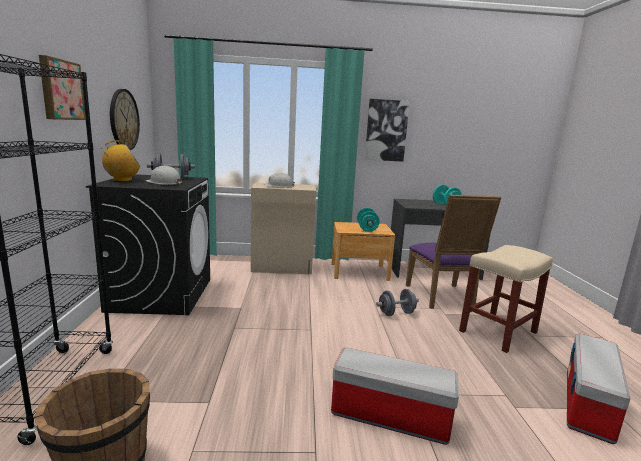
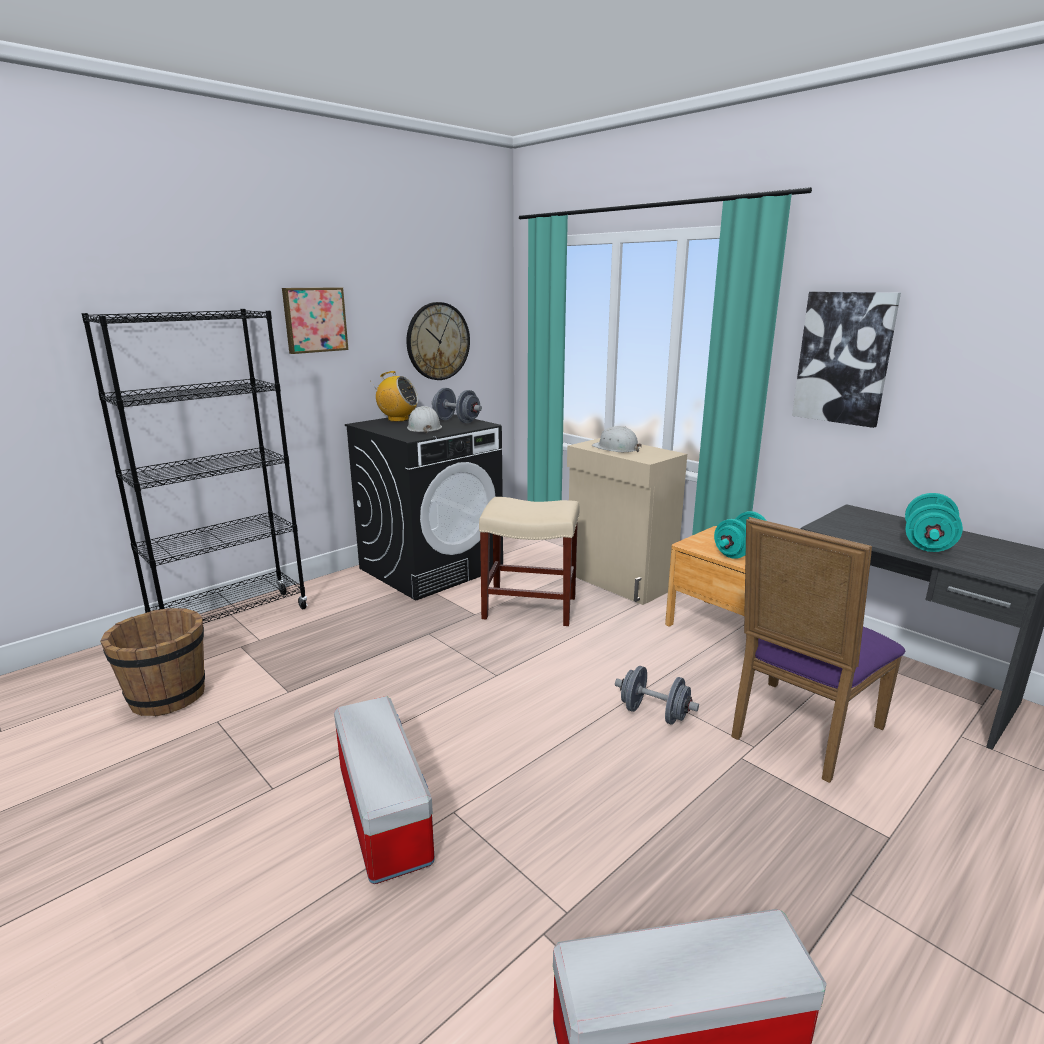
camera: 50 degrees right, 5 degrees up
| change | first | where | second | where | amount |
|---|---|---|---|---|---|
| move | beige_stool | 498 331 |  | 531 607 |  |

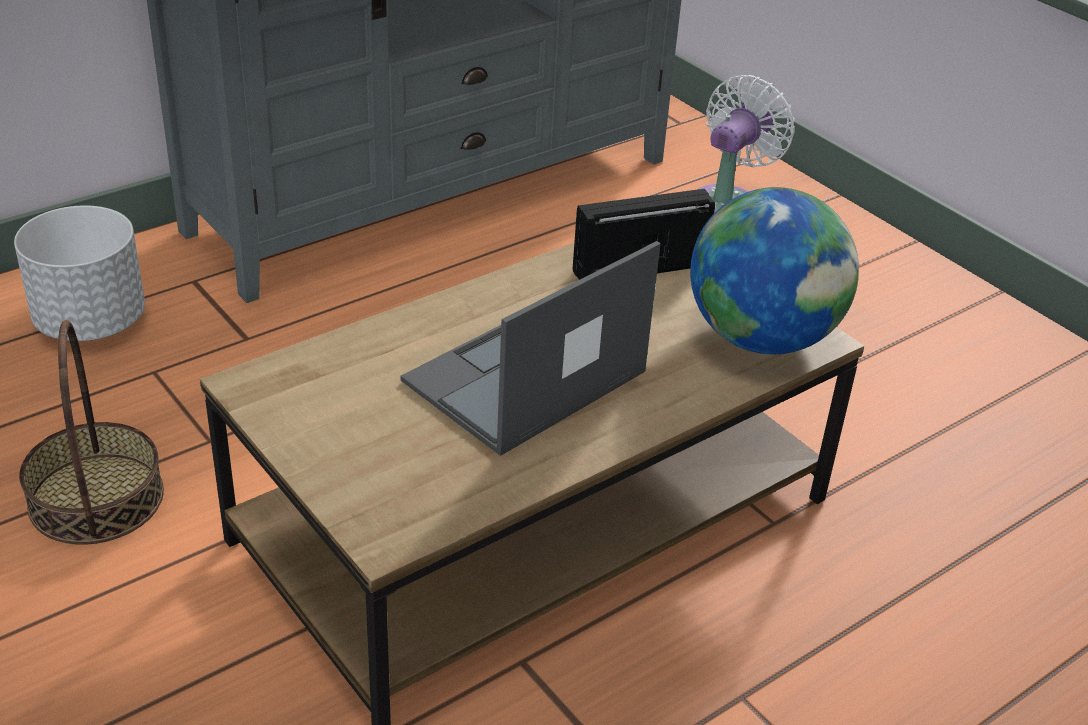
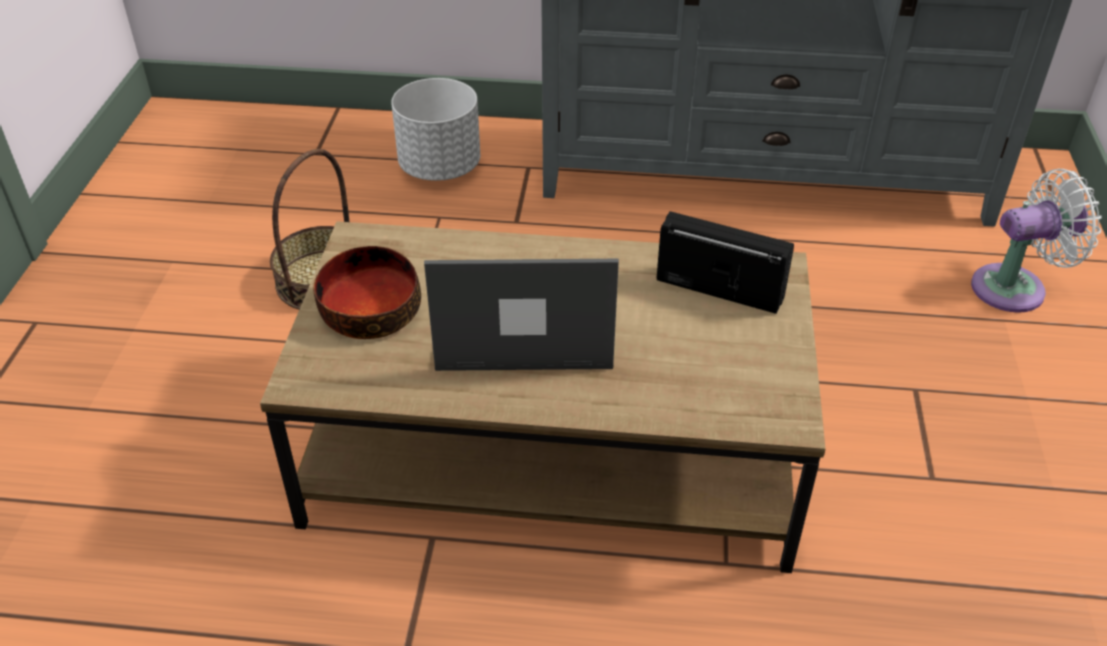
camera: 45 degrees right, 5 degrees up
| change | first | where | second | where | amount |
|---|---|---|---|---|---|
| insert |  |  | bowl | 369 310 |  |
| delete | globe | 761 338 |  |  |  |

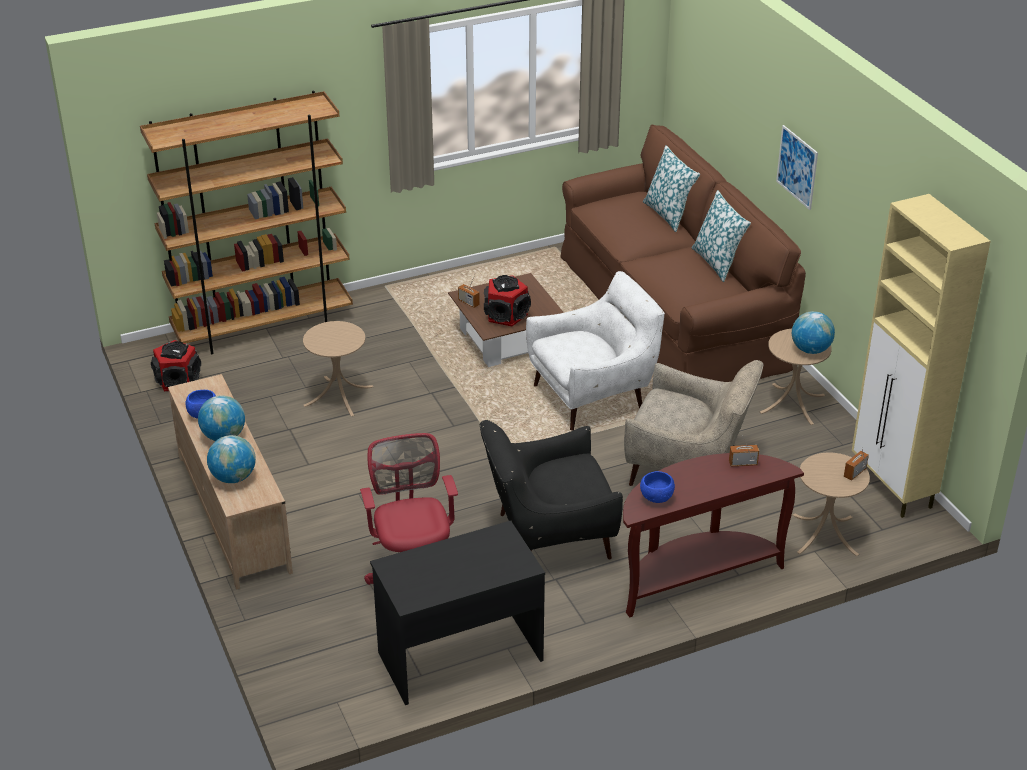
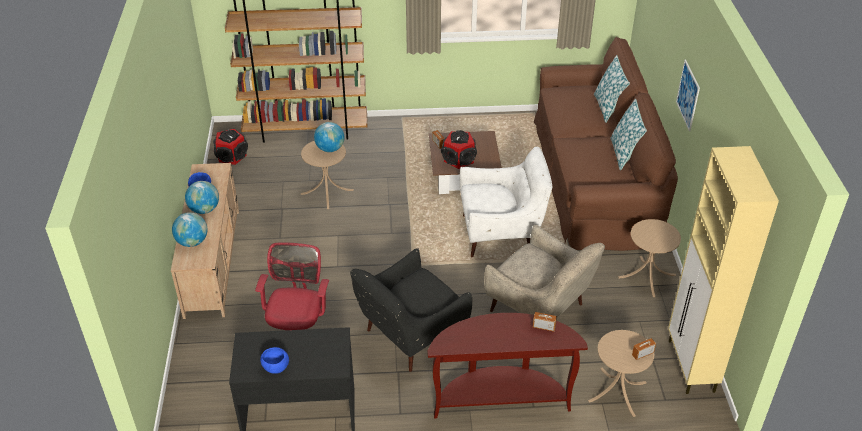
camera: 20 degrees right, 5 degrees up
| change | first | where | second | where | amount |
|---|---|---|---|---|---|
| move | blue_bowl | 657 498 |  | 276 368 |  |
| move | globe | 810 349 |  | 330 149 |  |
| rotate | black_armchair | 547 537 |  | 410 337 | 45 degrees counterclockwise |

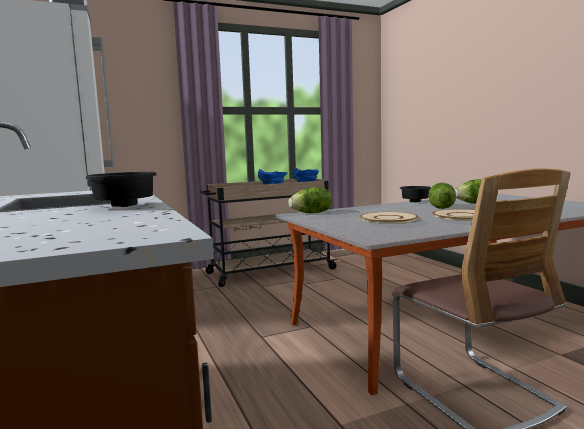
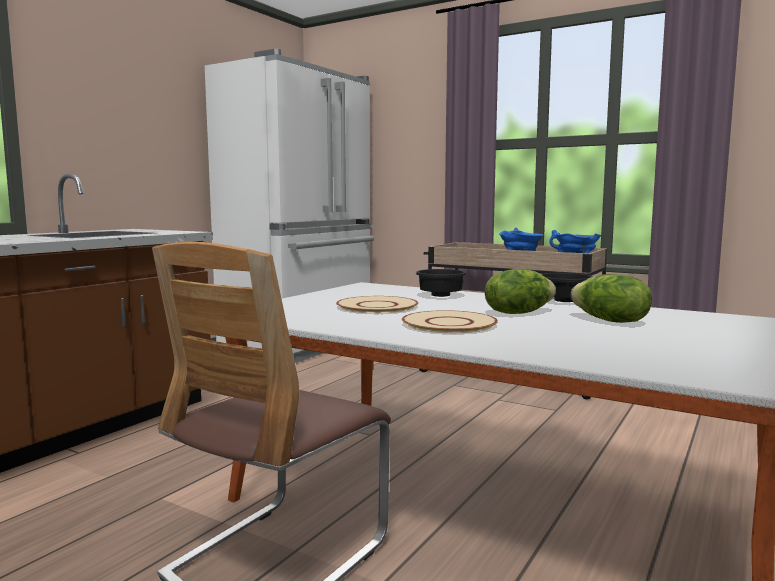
camera: 55 degrees right, 0 degrees up
| change | first | where | second | where | amount |
|---|---|---|---|---|---|
| move | black_bowl | 122 206 |  | 439 296 |  |
| delete | lettuce | 312 213 |  |  |  |

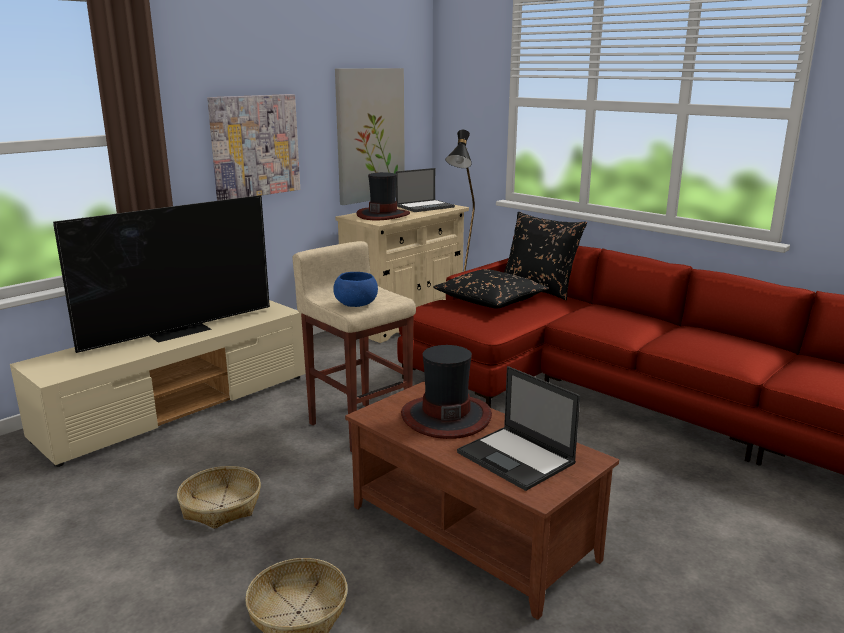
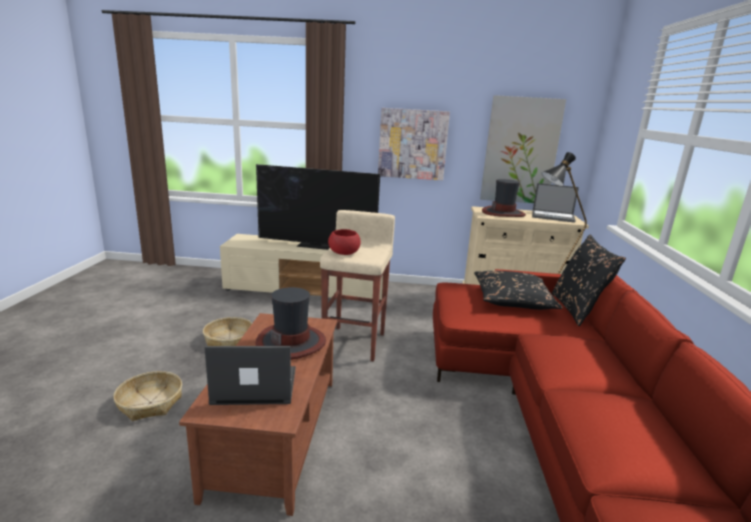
camera: 50 degrees right, 0 degrees up
| change | first | where | second | where | amount |
|---|---|---|---|---|---|
| rotate | laptop | 517 458 |  | 253 386 | 75 degrees clockwise |
| recolor | blue_bowl | 356 305 | red_bowl | 344 253 |  |

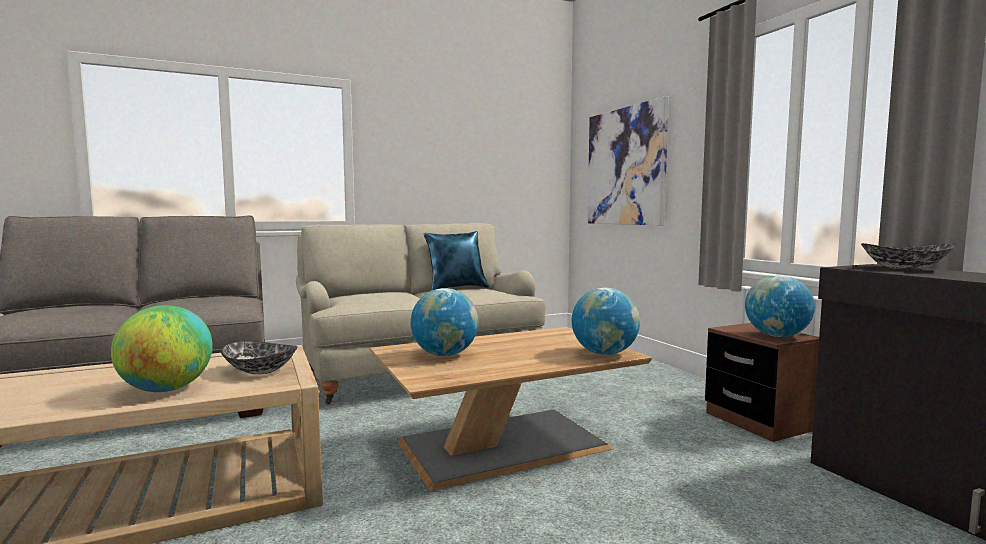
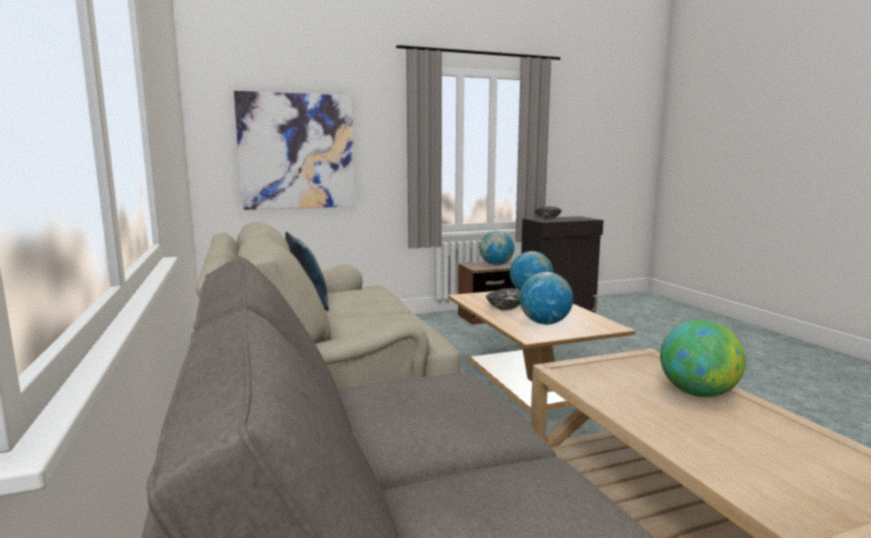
camera: 85 degrees left, 5 degrees up
| change | first | where | second | where | amount |
|---|---|---|---|---|---|
| move | bowl | 261 370 |  | 505 308 |  |

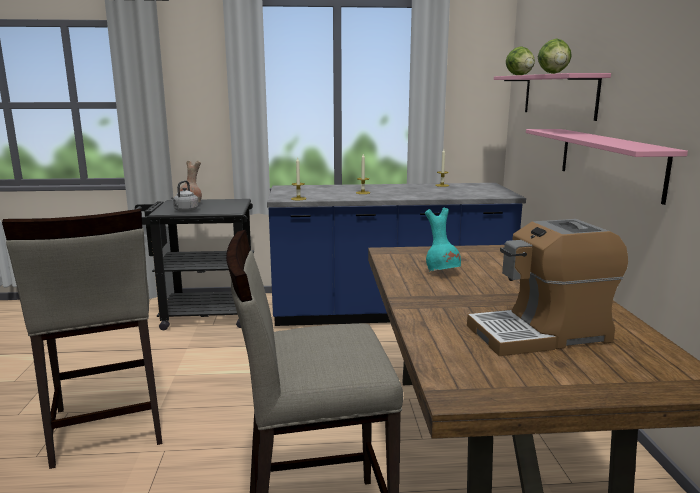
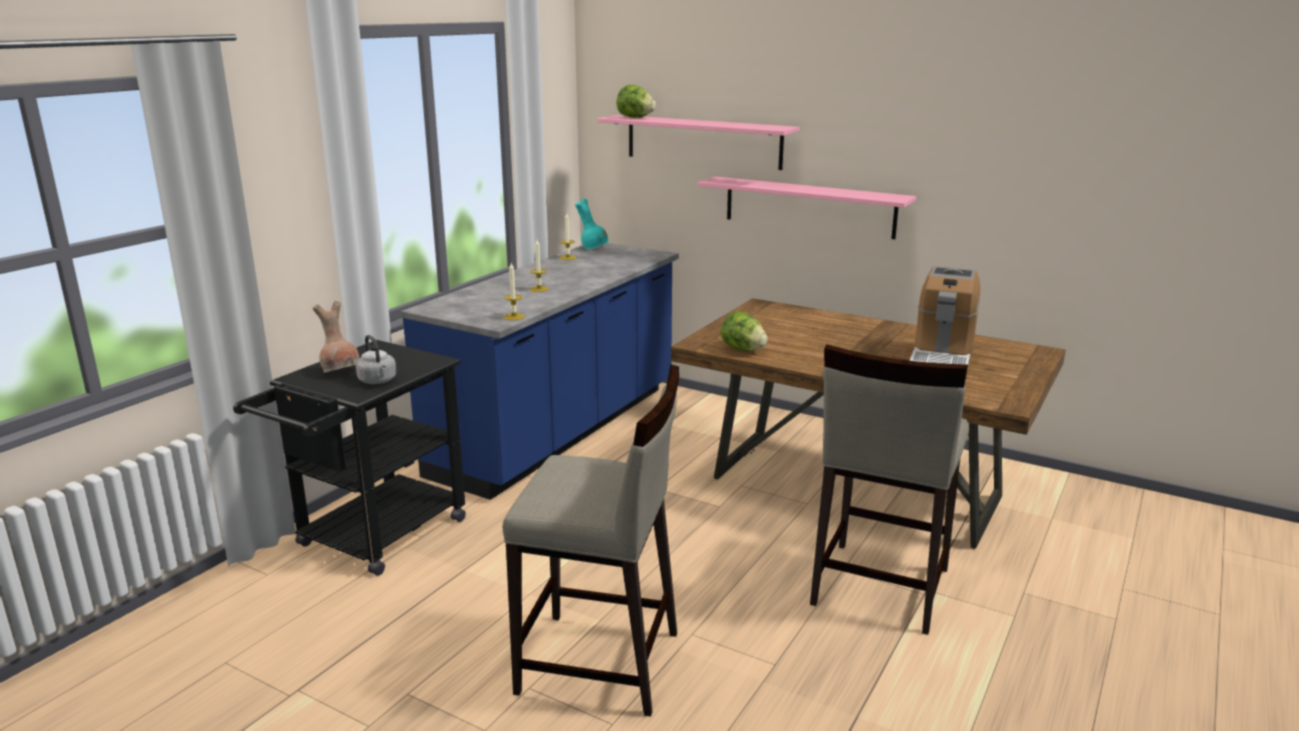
camera: 55 degrees left, 5 degrees up
| change | first | where | second | where | amount |
|---|---|---|---|---|---|
| move | turquoise_vase | 442 272 |  | 594 249 |  |
| move | lettuce | 553 73 |  | 742 350 |  |

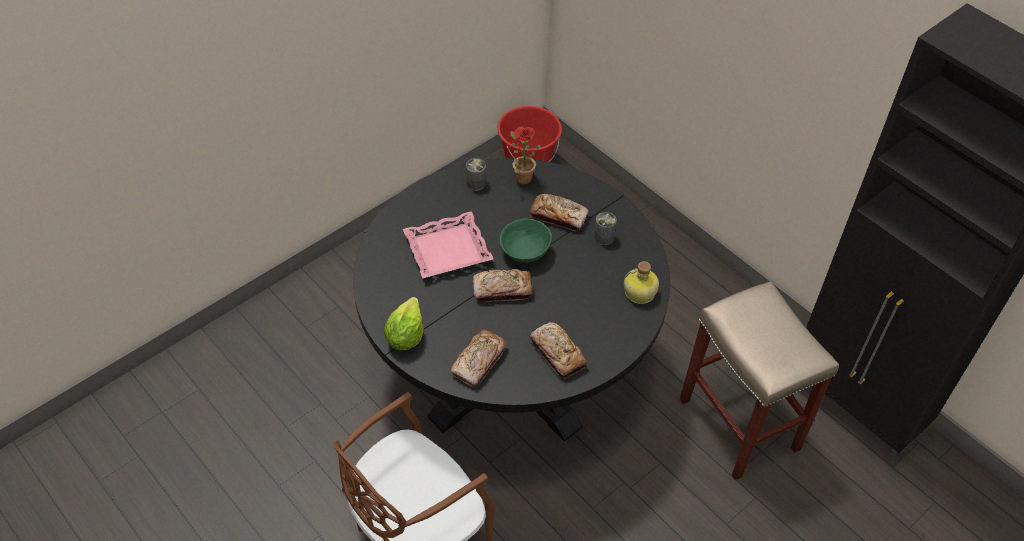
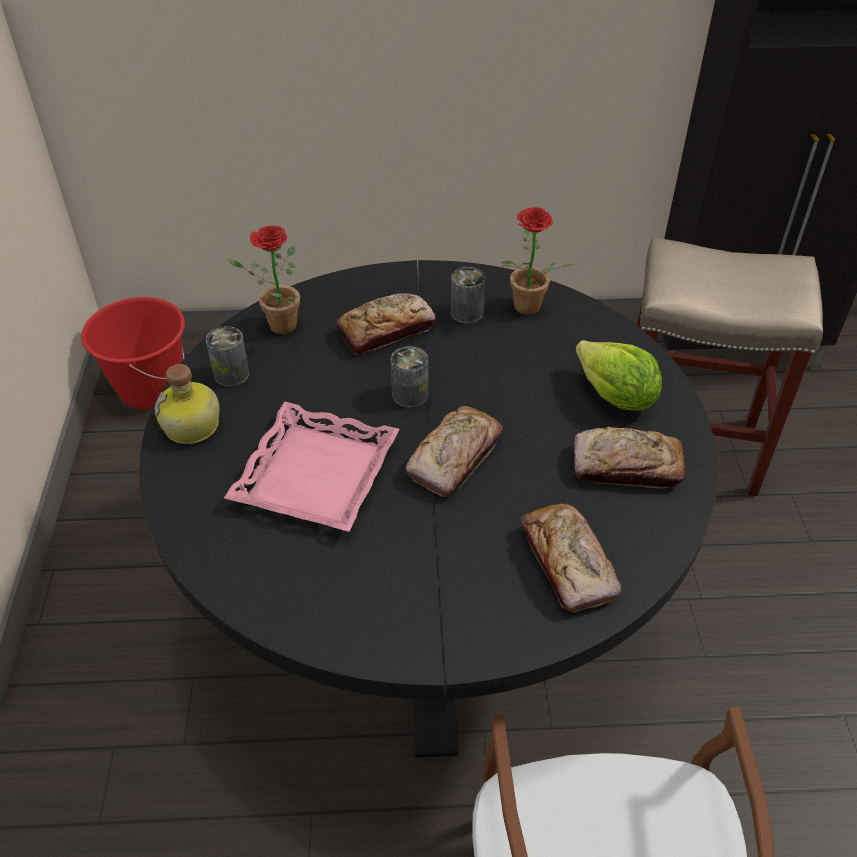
camera: 50 degrees left, 5 degrees down
| change | first | where | second | where | amount |
|---|---|---|---|---|---|
| move | bottle | 639 293 |  | 193 427 |  |
| replace | green_bowl | 525 251 | can | 410 394 |  |
| insert |  |  | potted_plant | 525 310 |  |
| move | lettuce | 405 336 |  | 615 397 |  |

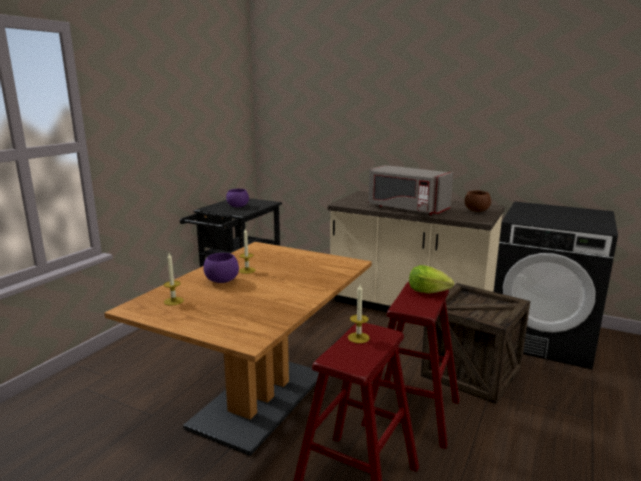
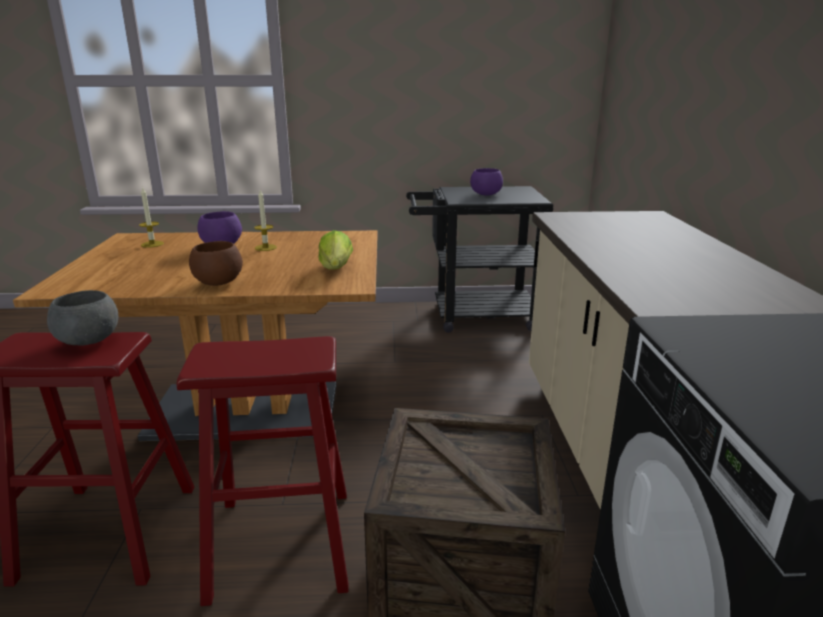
camera: 60 degrees right, 5 degrees up
| change | first | where | second | where | amount |
|---|---|---|---|---|---|
| replace | candle | 358 338 | grey_bowl | 89 342 |  |
| move | brown_bowl | 476 211 |  | 219 283 |  |
| move | lettuce | 427 291 |  | 336 268 |  |
| delete | grey_microwave | 406 208 |  |  |  |

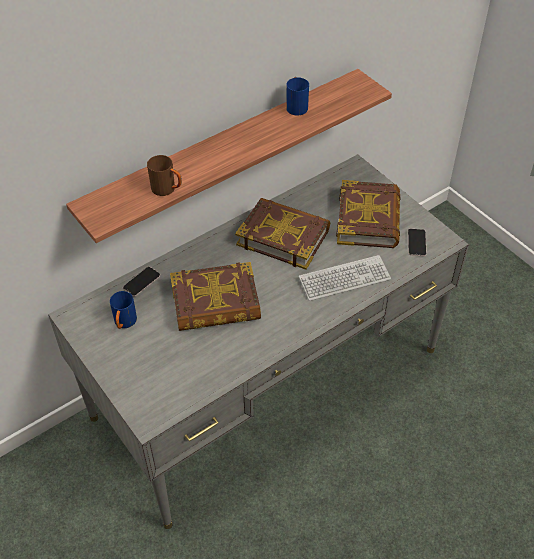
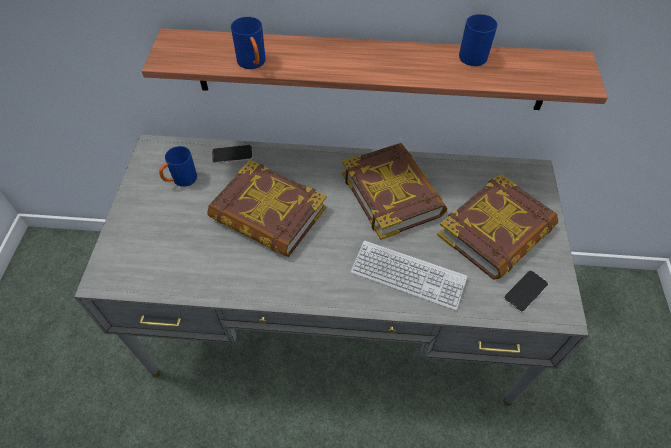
camera: 40 degrees right, 5 degrees up
| change | first | where | second | where | amount |
|---|---|---|---|---|---|
| recolor | brown_mug | 167 189 | blue_mug | 253 64 |  |

